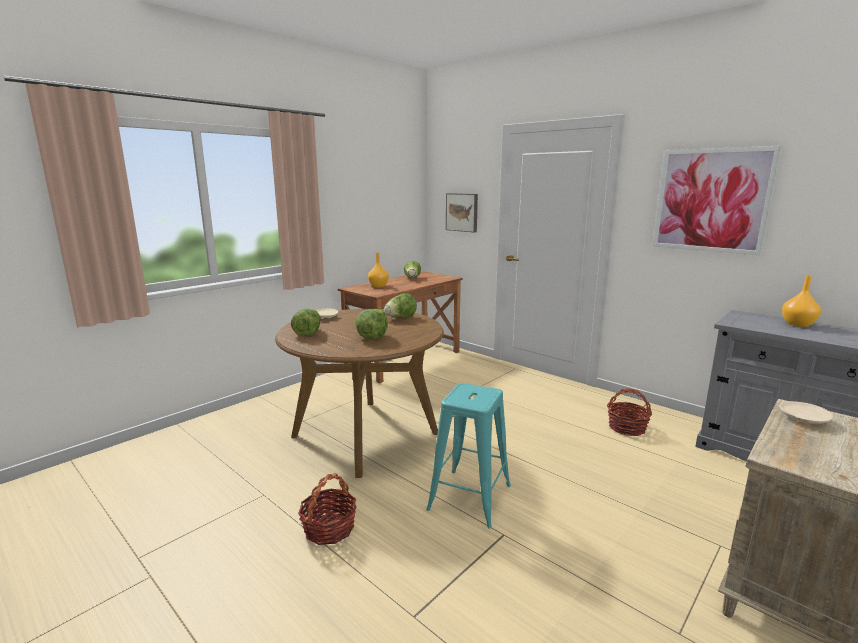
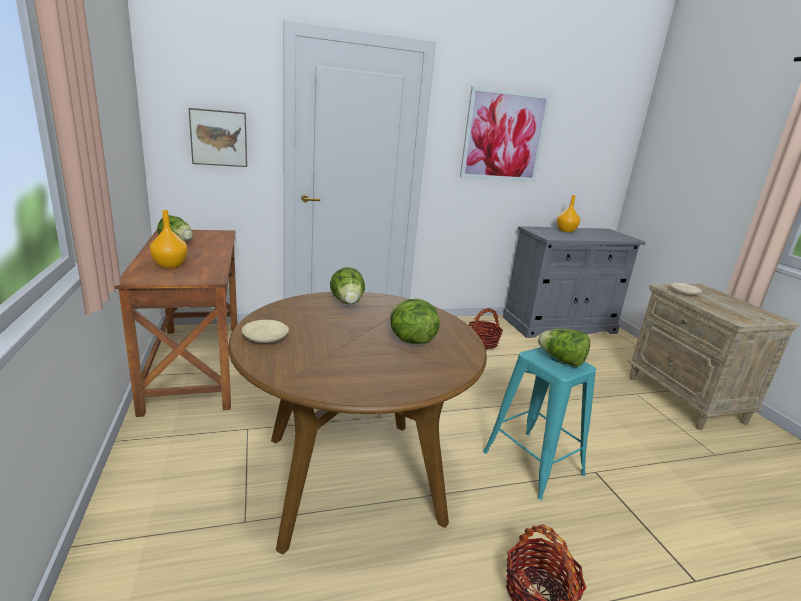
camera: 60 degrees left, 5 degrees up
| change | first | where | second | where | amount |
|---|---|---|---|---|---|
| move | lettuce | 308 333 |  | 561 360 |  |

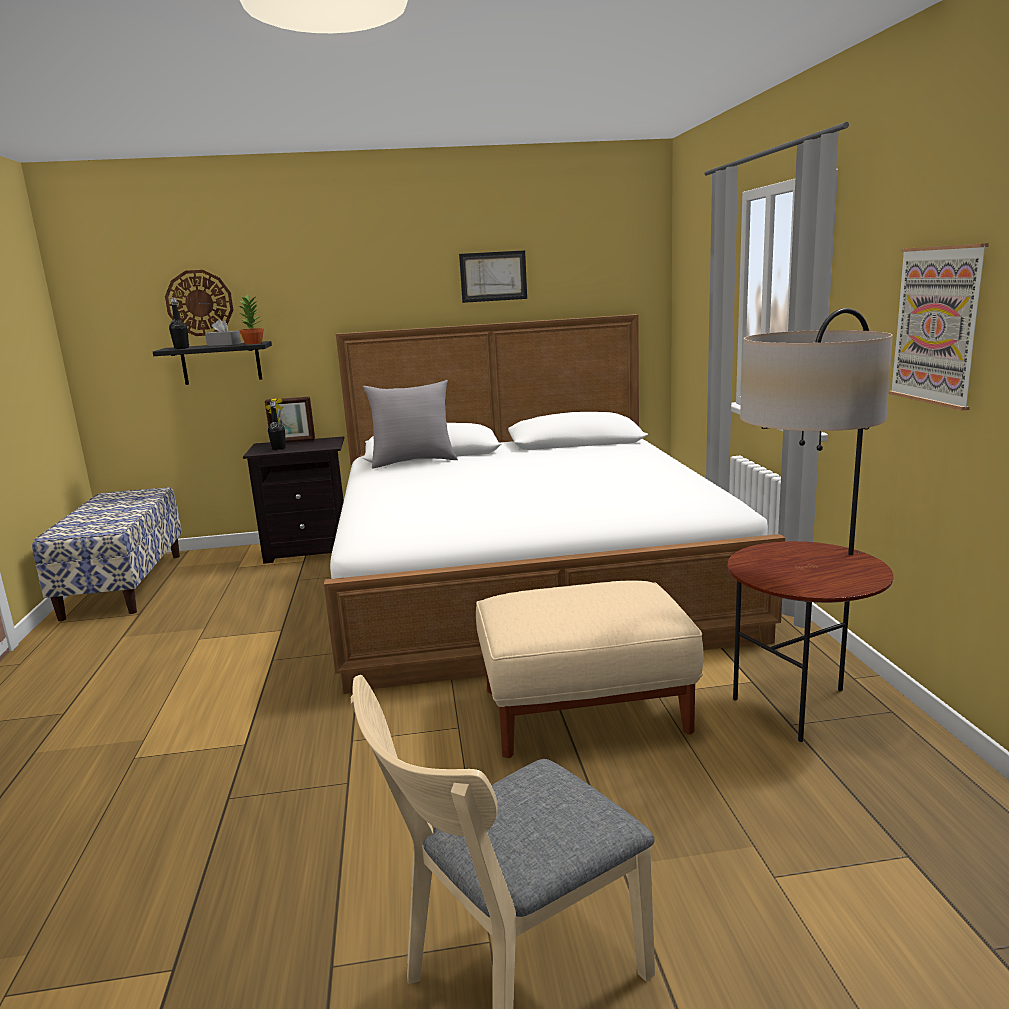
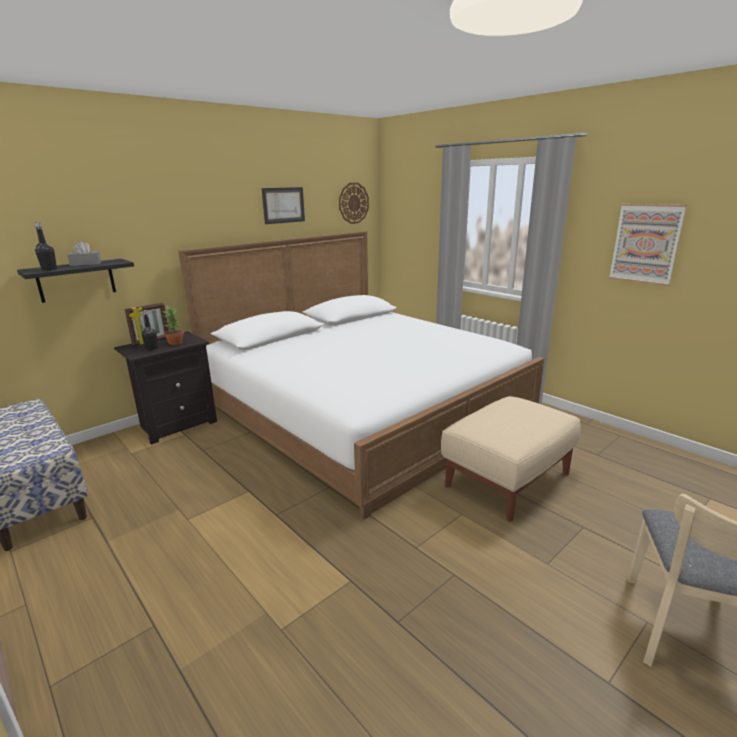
camera: 35 degrees left, 5 degrees up
| change | first | where | second | where | amount |
|---|---|---|---|---|---|
| move | potted_plant | 254 343 |  | 175 342 |  |
| move | wall_clock | 199 303 |  | 353 203 |  |
| delete | grey_pillow | 413 461 |  |  |  |
| delete | floor_lamp | 799 706 |  |  |  |

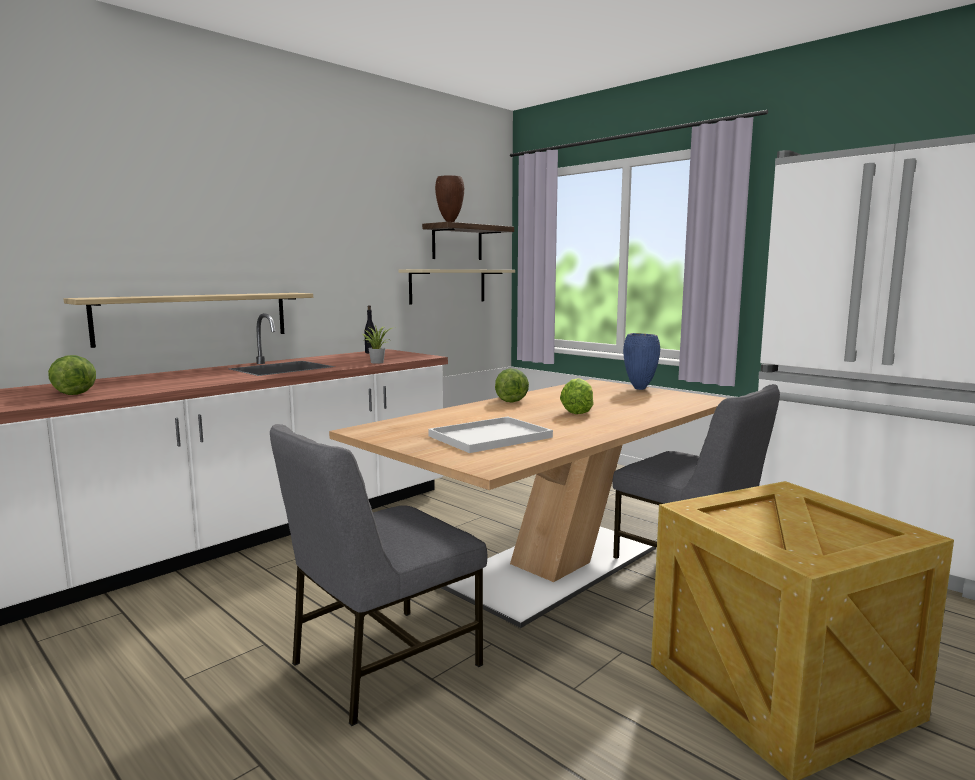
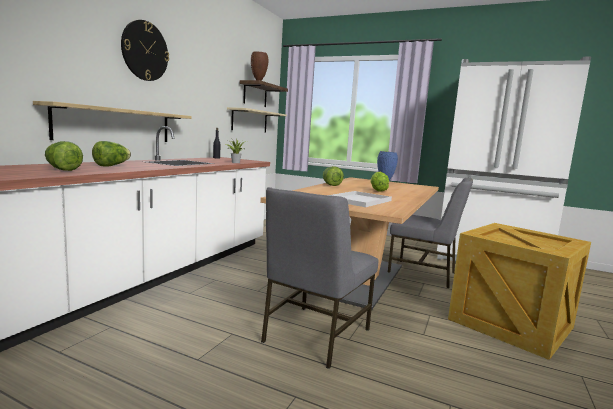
camera: 20 degrees left, 0 degrees up
| change | first | where | second | where | amount |
|---|---|---|---|---|---|
| insert |  |  | lettuce | 111 166 |  |
| insert |  |  | wall_clock | 145 51 |  |

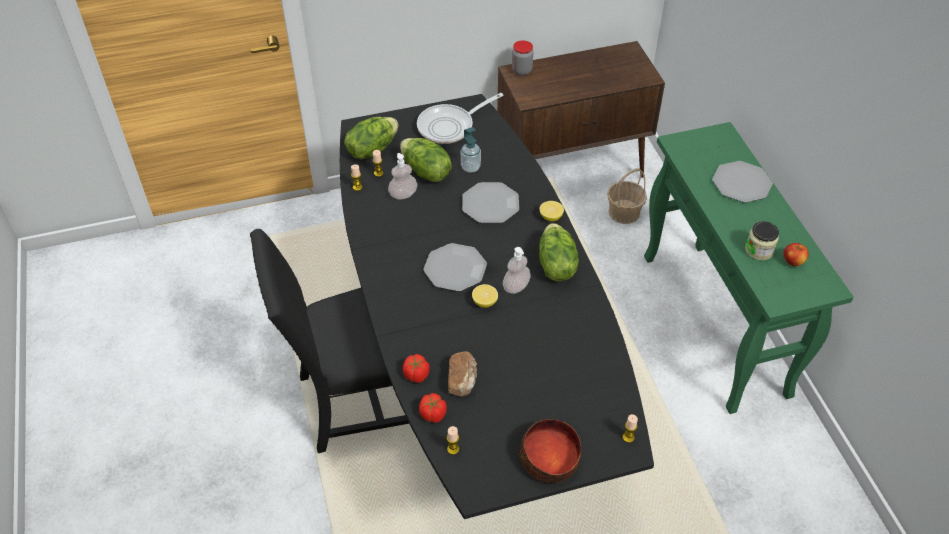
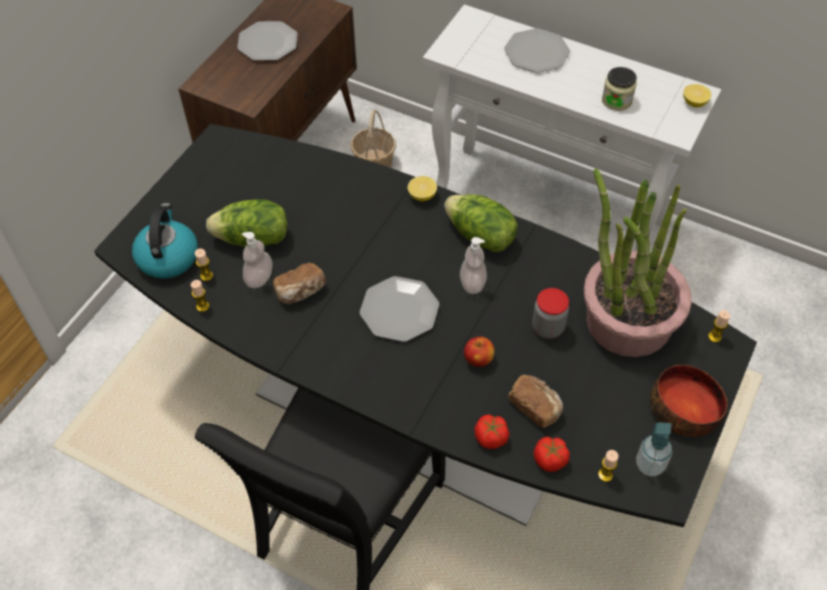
camera: 45 degrees left, 5 degrees up
| change | first | where | second | where | amount |
|---|---|---|---|---|---|
| replace | lettuce | 372 149 | kettle | 168 257 |  |
| move | plate | 490 204 |  | 268 43 |  |
| insert |  |  | bread | 301 292 |  |
| recolor | green_console_table | 715 325 | white_console_table | 550 207 |  |
| move | apple | 793 261 |  | 478 359 |  |
| move | jar | 522 70 |  | 548 328 |  |
| insert |  |  | potted_plant | 627 320 |  |
| move | soap_dispenser | 470 167 |  | 650 465 |  |
| move | lemon | 484 302 |  | 694 103 |  |
| delete | frying_pan | 450 126 |  |  |  |

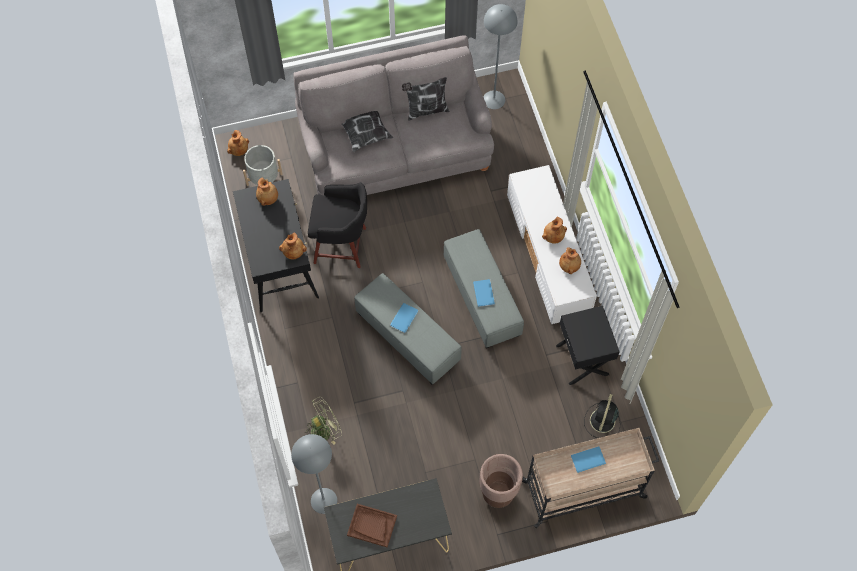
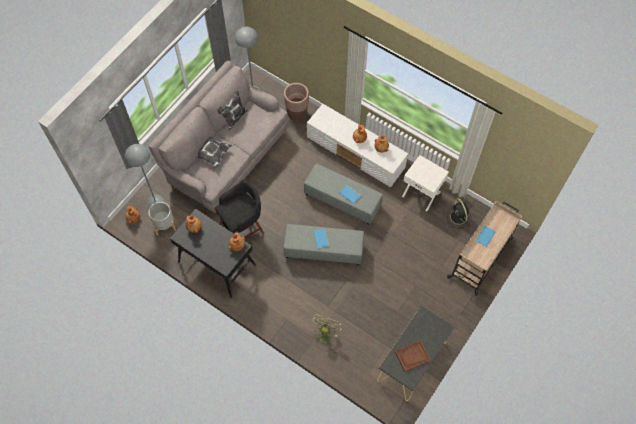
camera: 40 degrees left, 0 degrees up
| change | first | where | second | where | amount |
|---|---|---|---|---|---|
| move | grey_floor_lamp | 324 500 |  | 155 201 |  |
| move | brown_planter | 497 494 |  | 297 115 |  |
| recolor | black_nightstand | 583 360 | white_nightstand | 421 193 |  |

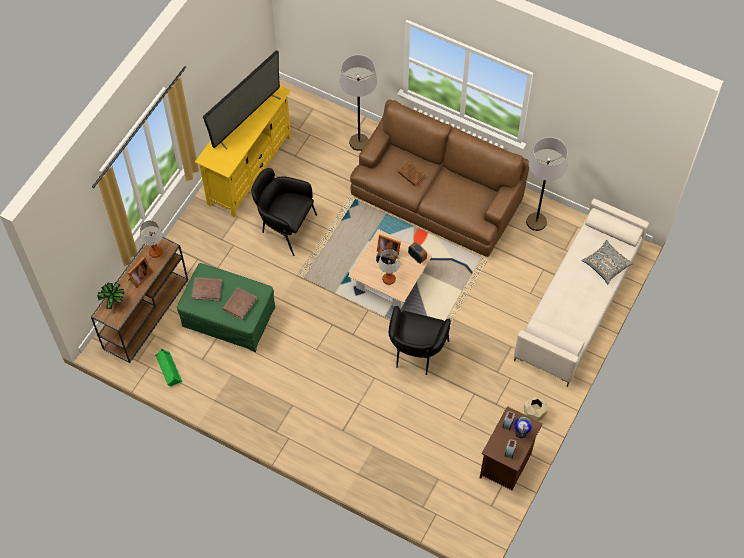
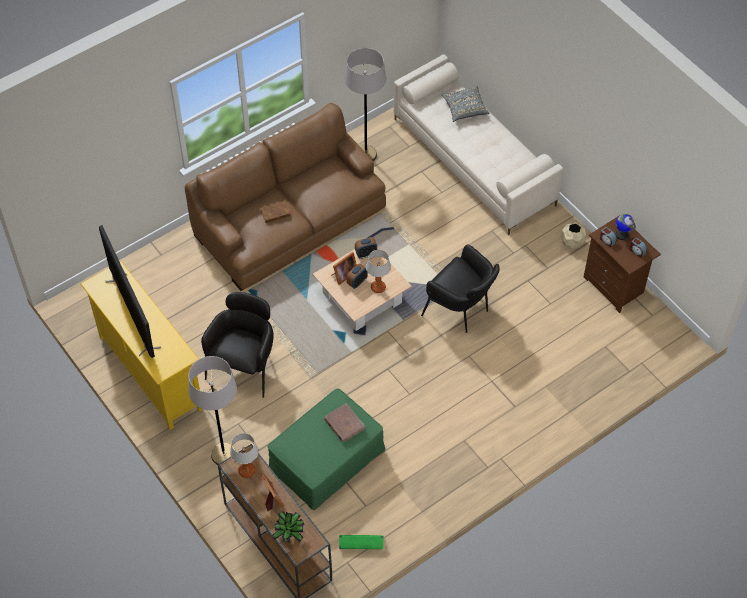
camera: 65 degrees left, 5 degrees down
| change | first | where | second | where | amount |
|---|---|---|---|---|---|
| move | grey_floor_lamp | 359 142 |  | 224 455 |  |
| rotate | black_armchair | 285 227 |  | 244 366 | 150 degrees clockwise |
| delete | brown_book | 207 289 |  |  |  |

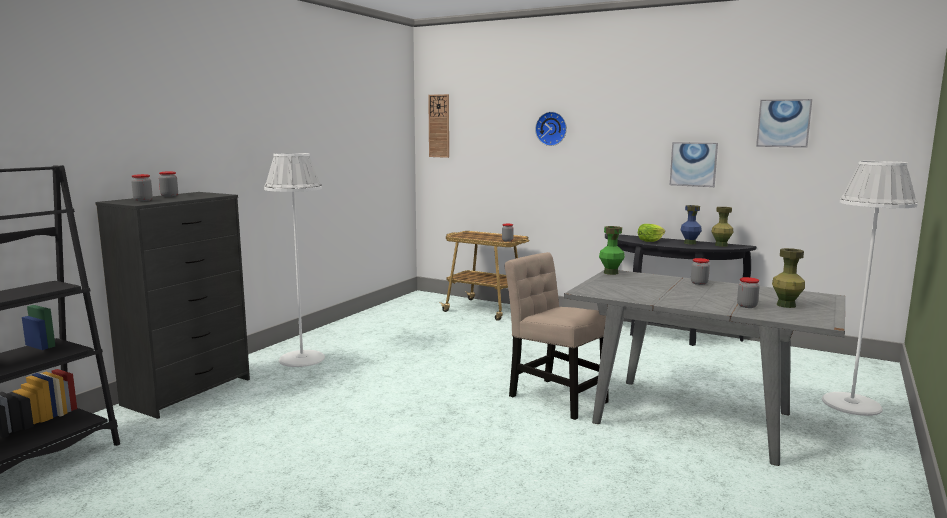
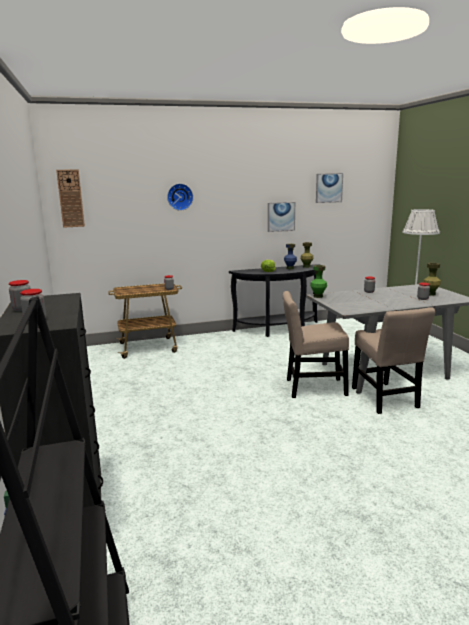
camera: 45 degrees left, 5 degrees up
| change | first | where | second | where | amount |
|---|---|---|---|---|---|
| insert |  |  | beige_chair | 385 399 |  |
| delete | white_floor_lamp | 301 358 |  |  |  |

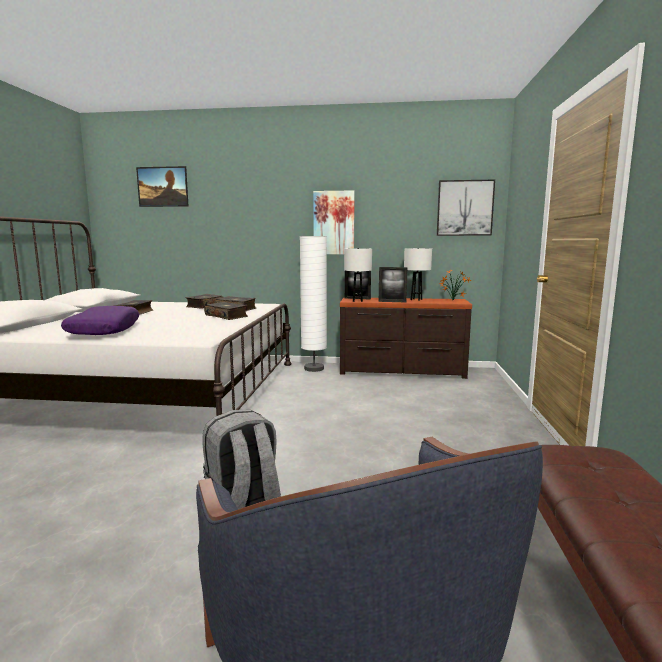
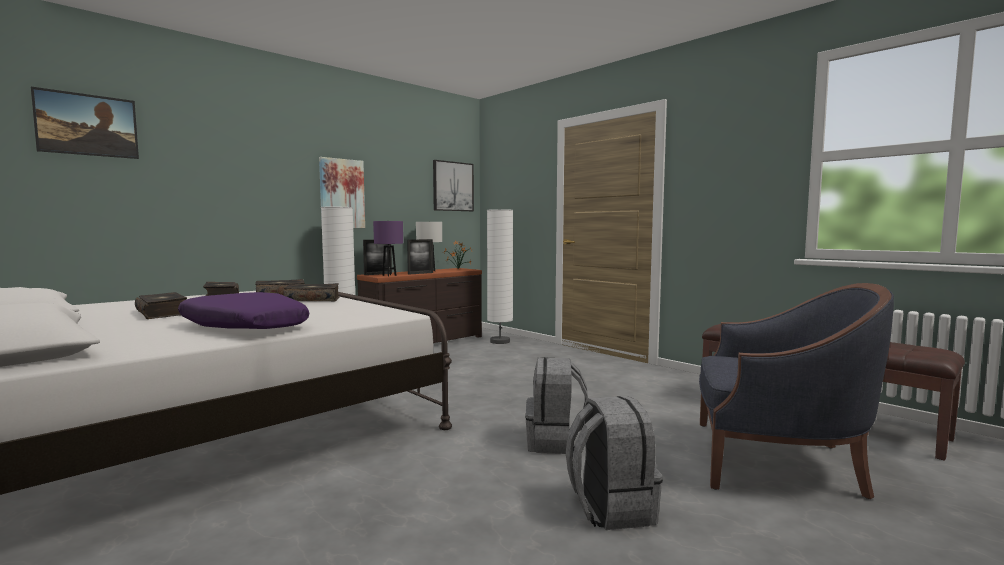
camera: 50 degrees left, 5 degrees down
| change | first | where | second | where | amount |
|---|---|---|---|---|---|
| recolor | white_table_lamp | 357 301 | purple_table_lamp | 389 275 |  |
| insert |  |  | white_floor_lamp | 500 341 |  |
| insert |  |  | grey_backpack | 610 508 |  |

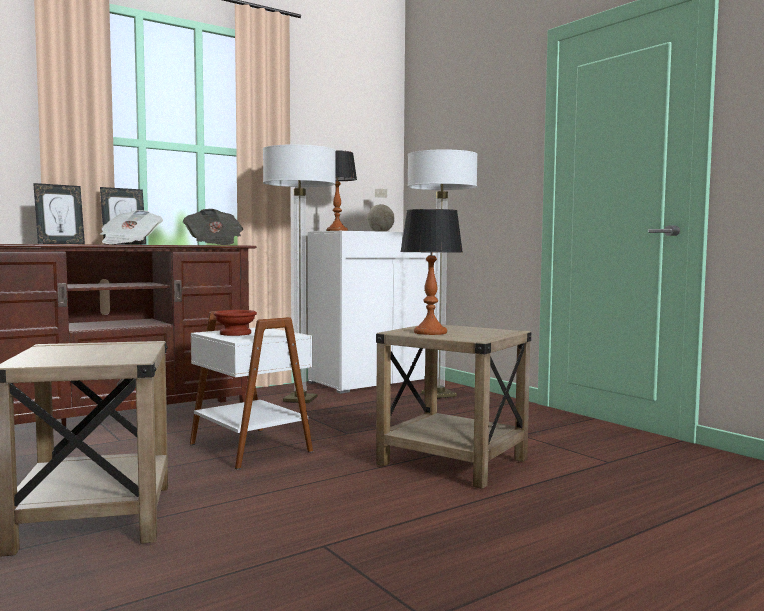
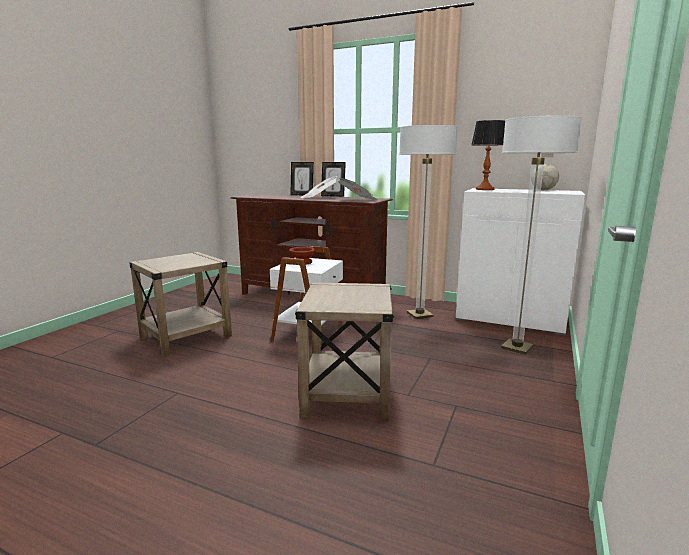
camera: 60 degrees right, 10 degrees up
| change | first | where | second | where | amount |
|---|---|---|---|---|---|
| delete | table_lamp | 430 332 |  |  |  |

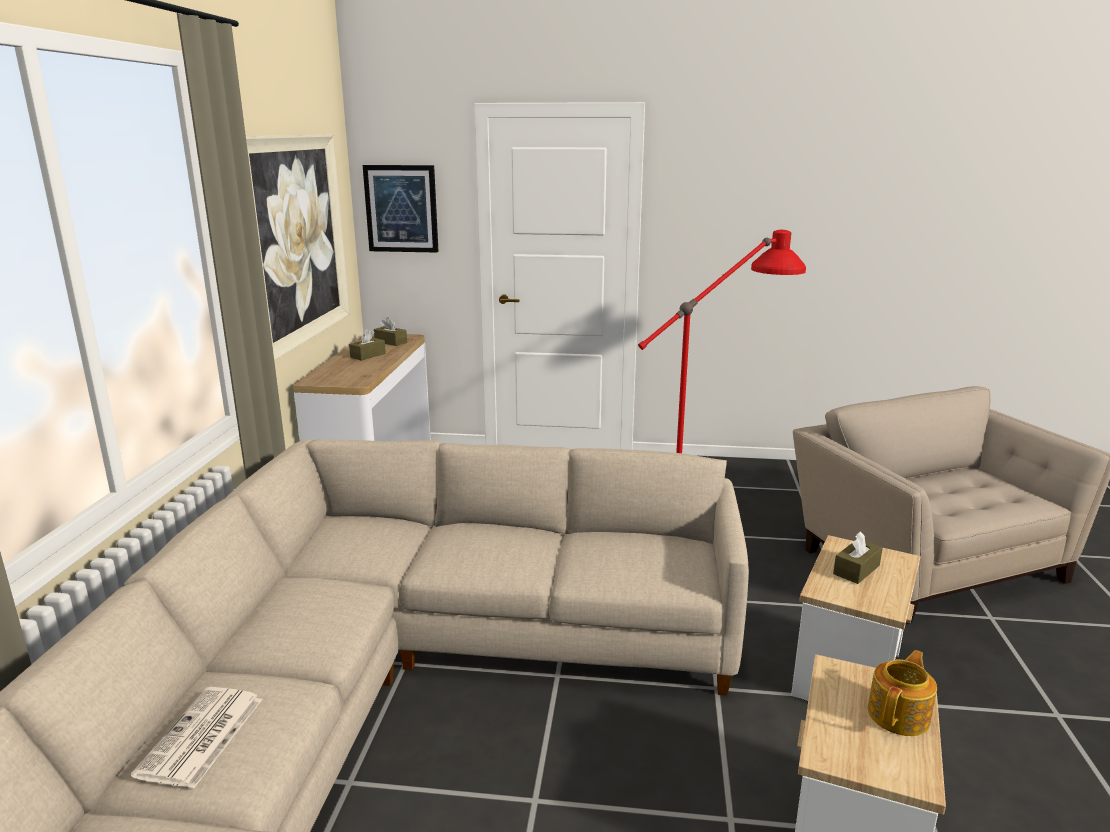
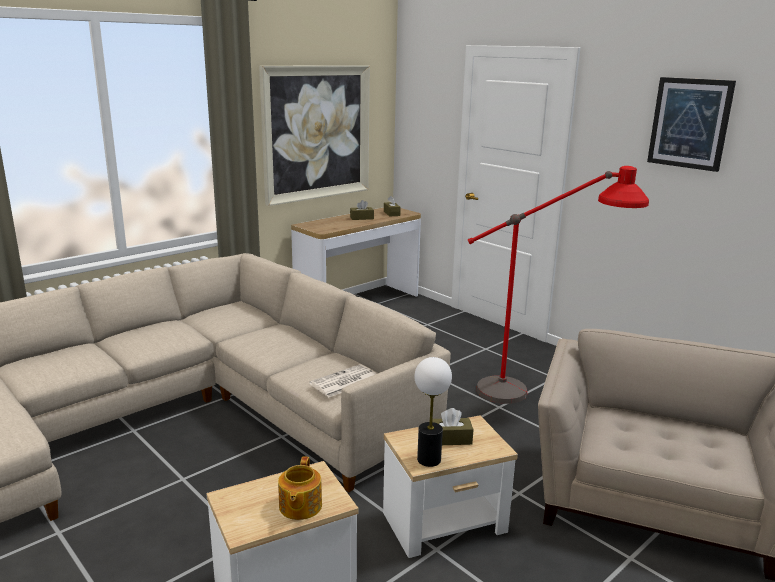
camera: 40 degrees right, 0 degrees up
| change | first | where | second | where | amount |
|---|---|---|---|---|---|
| rotate | teapot | 899 715 |  | 299 506 | 105 degrees clockwise |
| move | newspaper | 201 738 |  | 344 382 |  |
| insert |  |  | table_lamp | 429 459 |  |
| move | picture | 401 209 |  | 690 123 |  |

